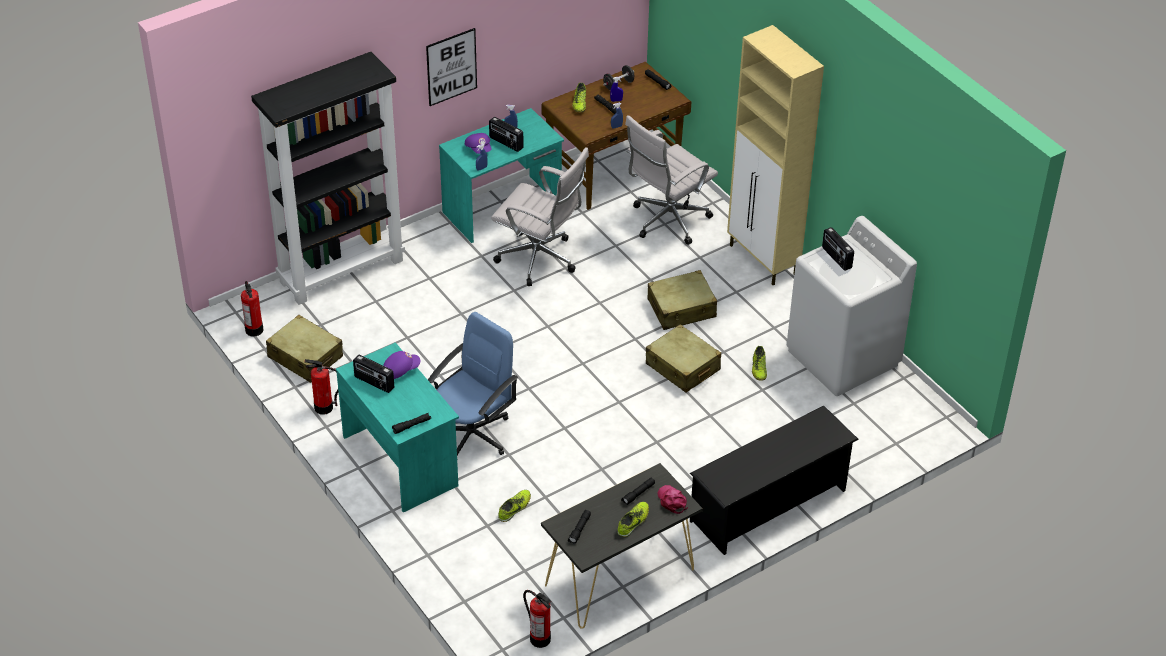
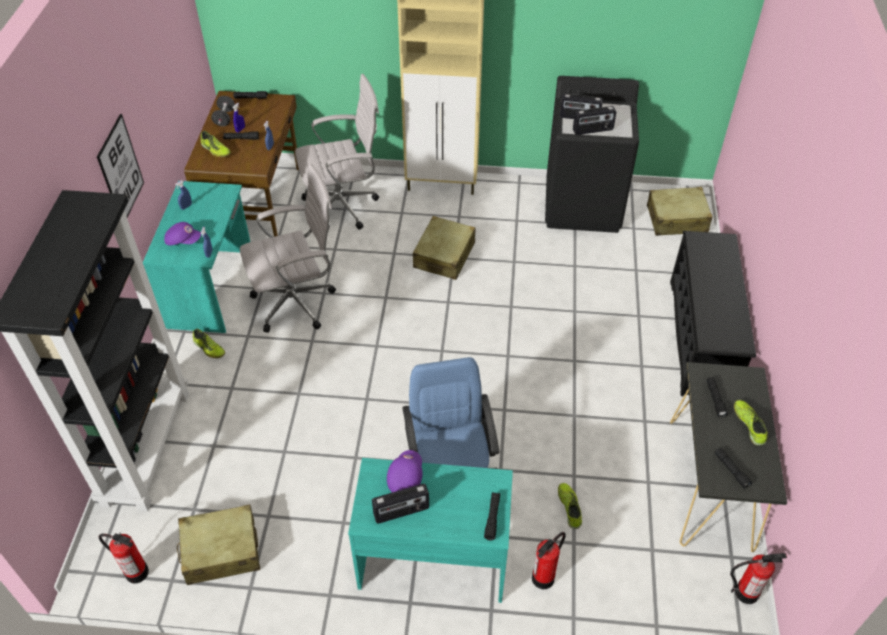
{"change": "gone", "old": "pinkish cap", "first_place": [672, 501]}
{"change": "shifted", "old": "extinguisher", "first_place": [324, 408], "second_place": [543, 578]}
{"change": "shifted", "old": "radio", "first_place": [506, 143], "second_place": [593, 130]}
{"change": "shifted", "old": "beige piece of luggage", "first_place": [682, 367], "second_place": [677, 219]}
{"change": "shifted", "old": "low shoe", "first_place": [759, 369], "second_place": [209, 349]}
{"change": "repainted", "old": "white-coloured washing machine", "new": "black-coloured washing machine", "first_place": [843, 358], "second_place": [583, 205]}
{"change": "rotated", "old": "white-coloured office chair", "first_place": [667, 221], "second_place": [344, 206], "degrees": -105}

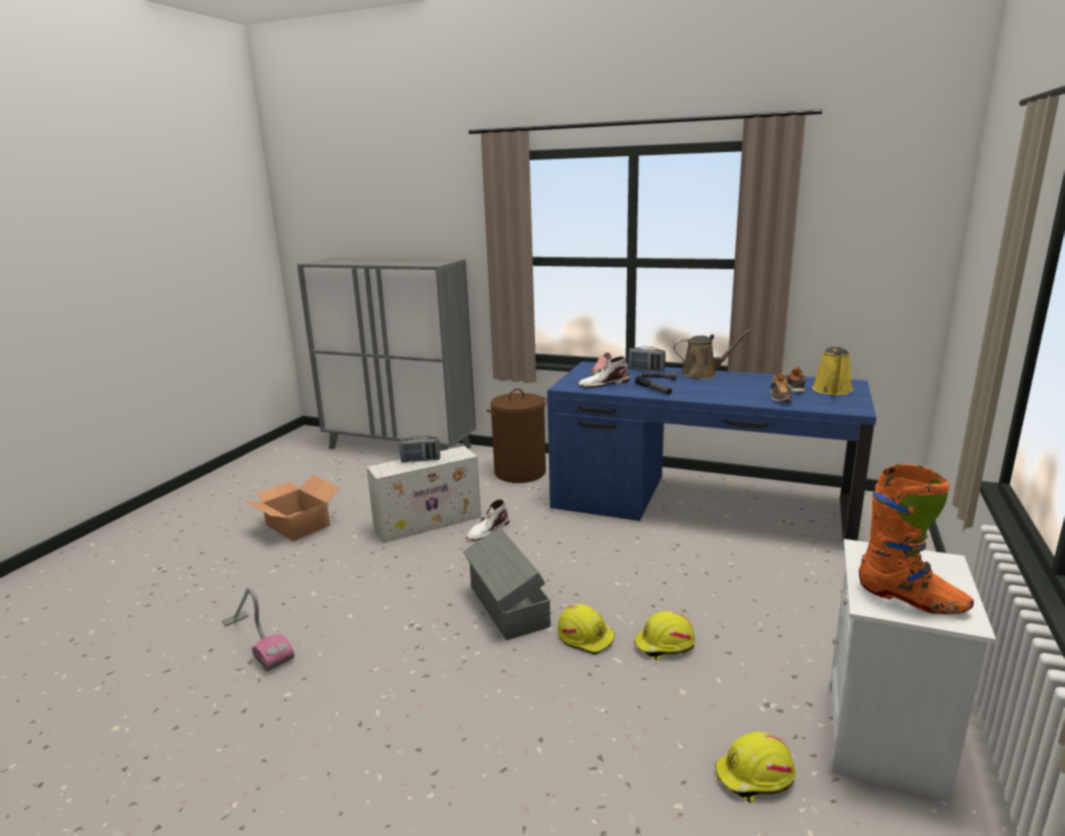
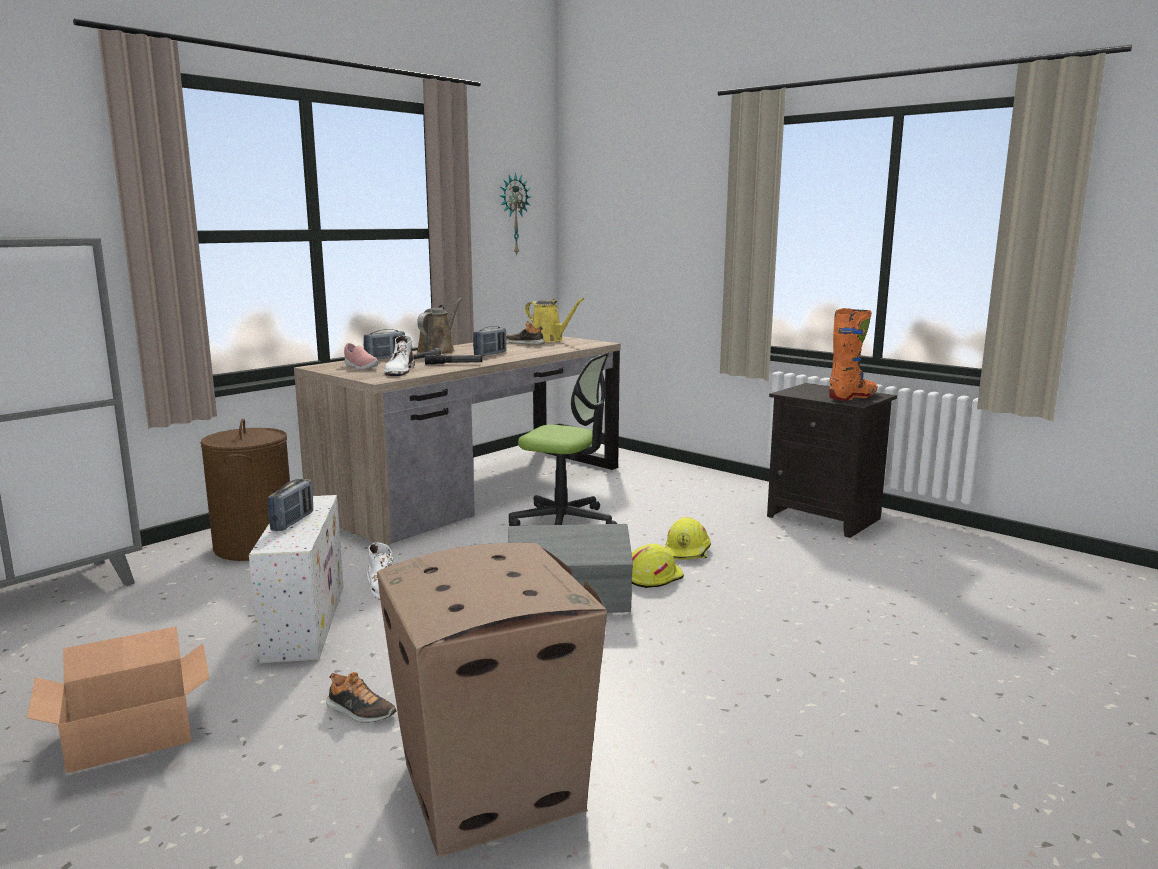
{"change": "gone", "old": "yellow-coloured safety helmet", "first_place": [755, 777]}
{"change": "new", "new": "radio", "second_place": [490, 354]}
{"change": "new", "new": "hanging clock", "second_place": [513, 214]}
{"change": "new", "new": "office chair", "second_place": [564, 523]}
{"change": "shifted", "old": "low shoe", "first_place": [779, 398], "second_place": [360, 712]}
{"change": "swapped", "old": "vacuum cleaner", "new": "carton", "first_place": [256, 641], "second_place": [491, 786]}
{"change": "repainted", "old": "blue desk table", "new": "brownish desk table", "first_place": [700, 505], "second_place": [475, 490]}
{"change": "repainted", "old": "white-coloured bedside table", "new": "black-coloured bedside table", "first_place": [886, 739], "second_place": [825, 517]}

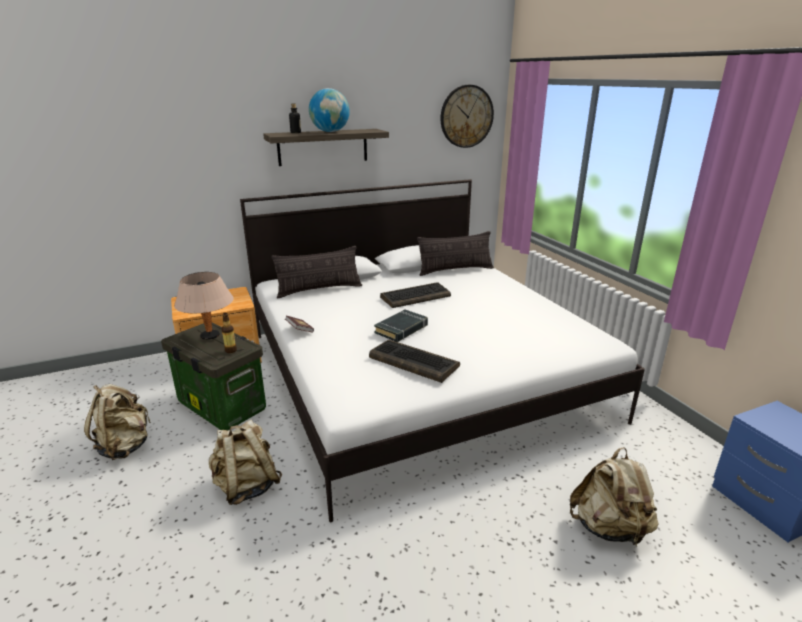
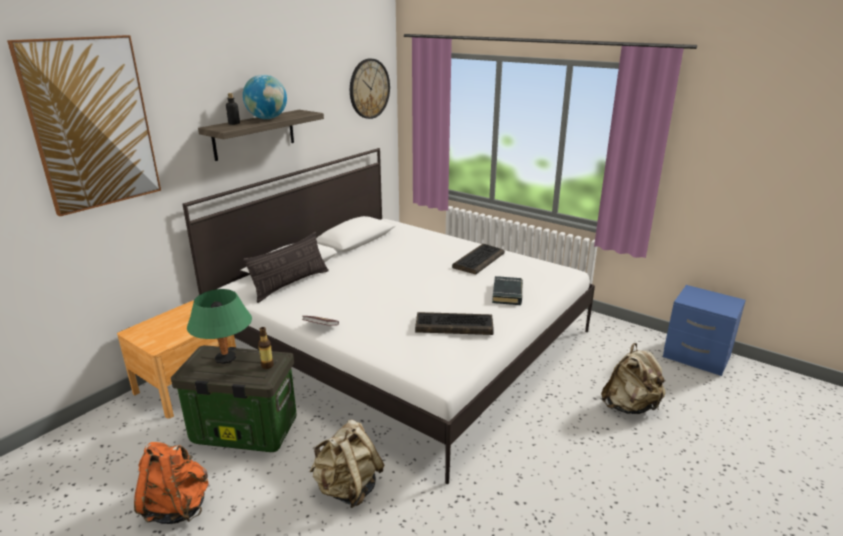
{"change": "gone", "old": "cushion", "first_place": [455, 270]}
{"change": "new", "new": "wall picture", "second_place": [92, 124]}
{"change": "shifted", "old": "black-coloured volume", "first_place": [401, 329], "second_place": [507, 294]}
{"change": "shifted", "old": "PC keyboard", "first_place": [416, 296], "second_place": [478, 260]}
{"change": "repainted", "old": "beige backpack", "new": "orangey backpack", "first_place": [125, 446], "second_place": [177, 506]}
{"change": "repainted", "old": "beige tabletop lamp", "new": "greenish tabletop lamp", "first_place": [210, 336], "second_place": [225, 358]}

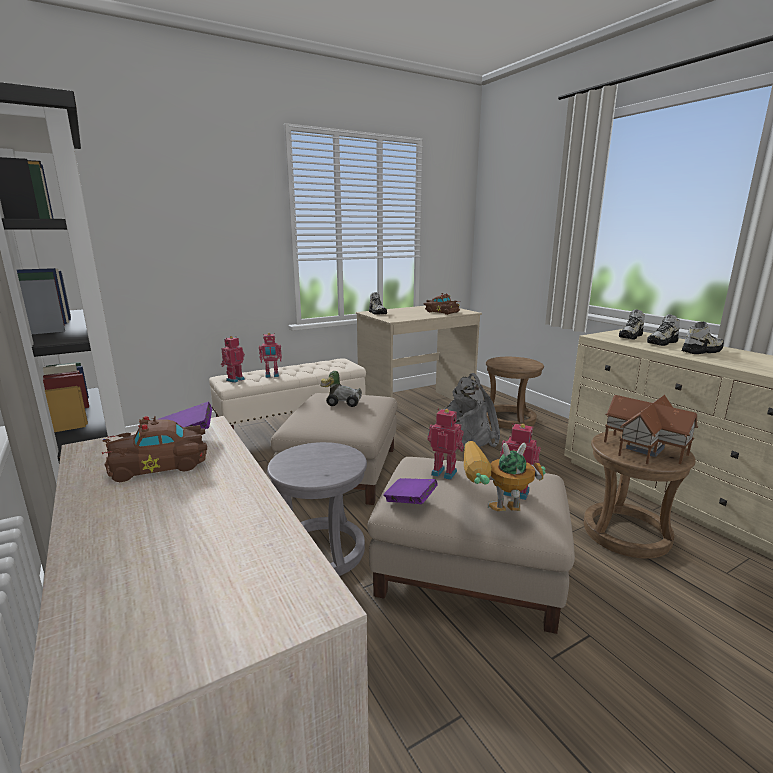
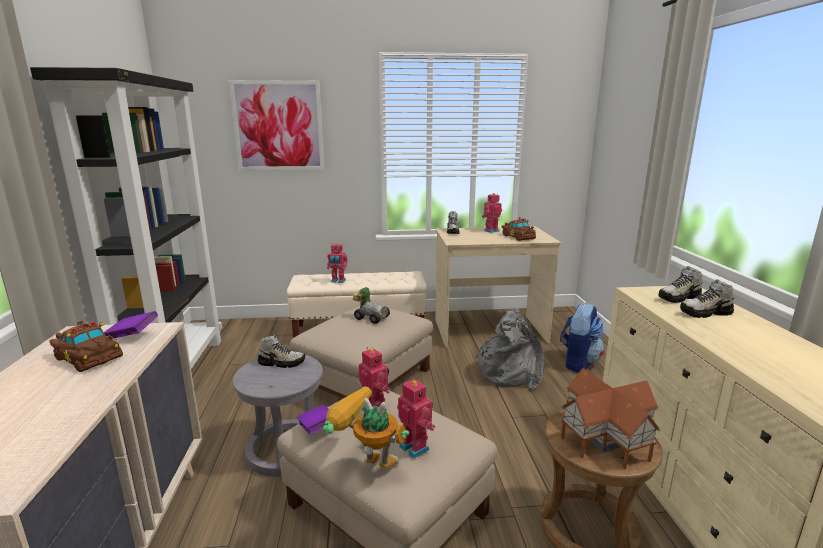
{"change": "new", "new": "wall picture", "second_place": [278, 126]}
{"change": "shifted", "old": "toy robot", "first_place": [234, 379], "second_place": [491, 231]}
{"change": "shifted", "old": "low shoe", "first_place": [701, 351], "second_place": [281, 363]}
{"change": "swapped", "old": "brownish stool", "new": "backpack", "first_place": [509, 419], "second_place": [578, 362]}
{"change": "rotated", "old": "brownish toy car", "first_place": [162, 465], "second_place": [88, 356], "degrees": -150}

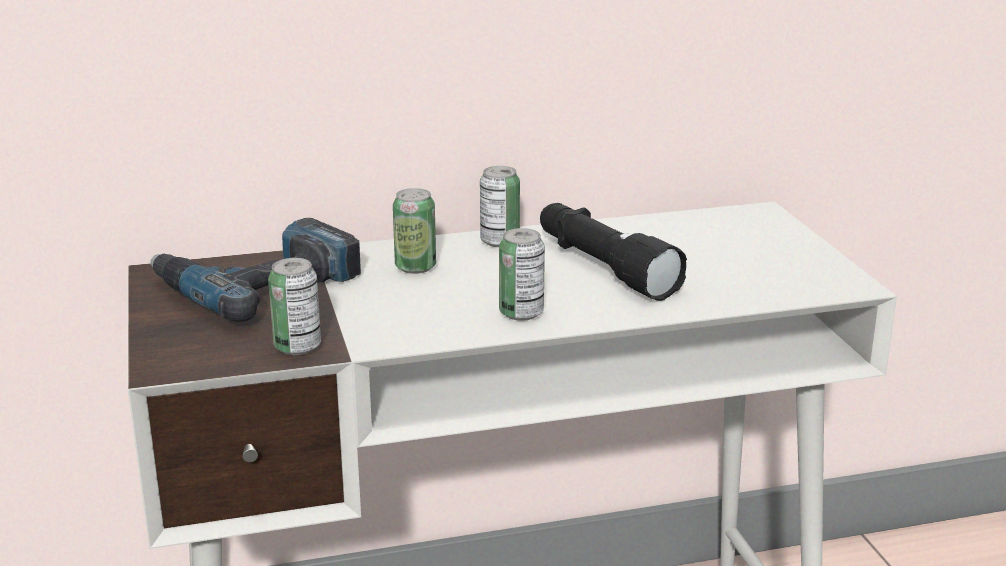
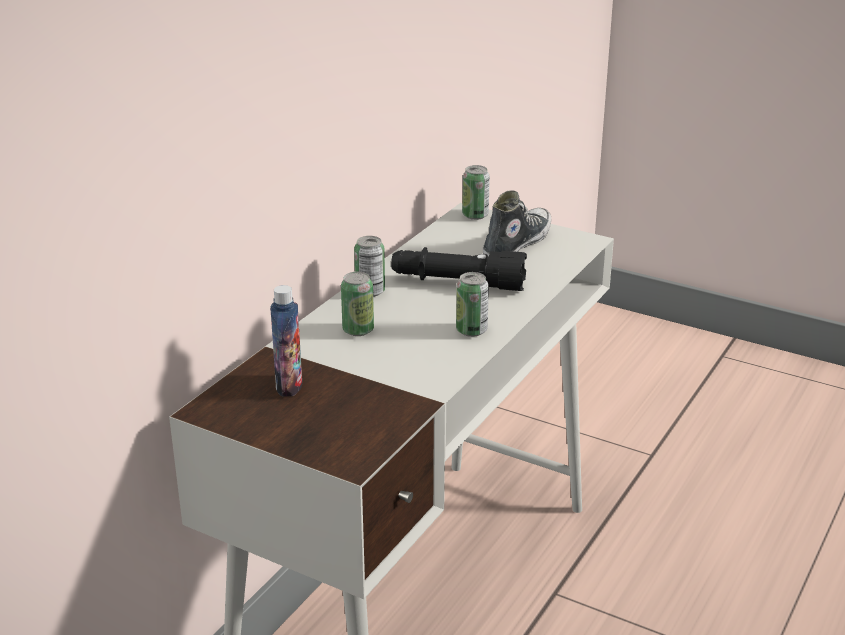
{"change": "new", "new": "low shoe", "second_place": [516, 245]}
{"change": "shifted", "old": "sealed can", "first_place": [297, 347], "second_place": [475, 215]}
{"change": "swapped", "old": "power drill", "new": "bottle", "first_place": [258, 284], "second_place": [289, 386]}

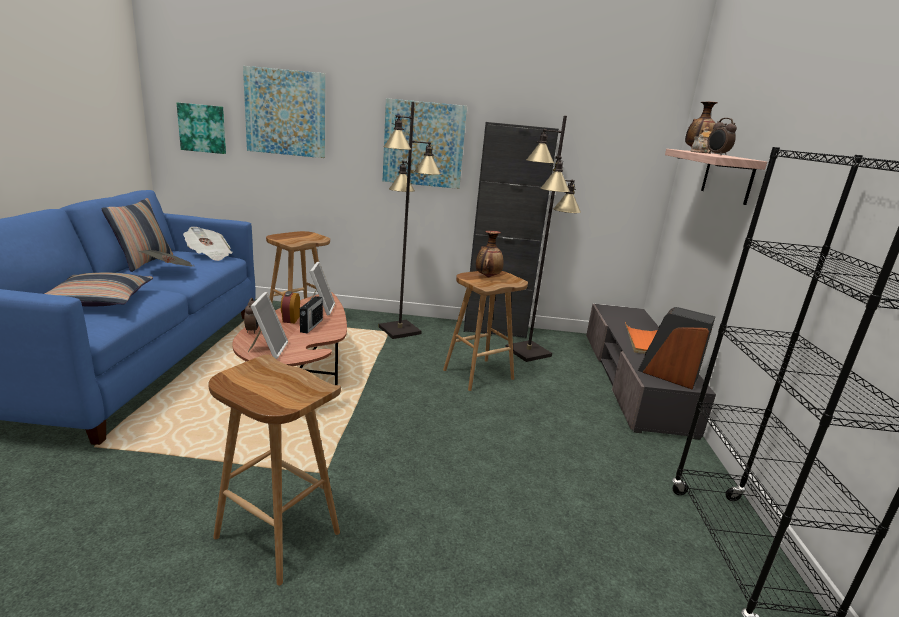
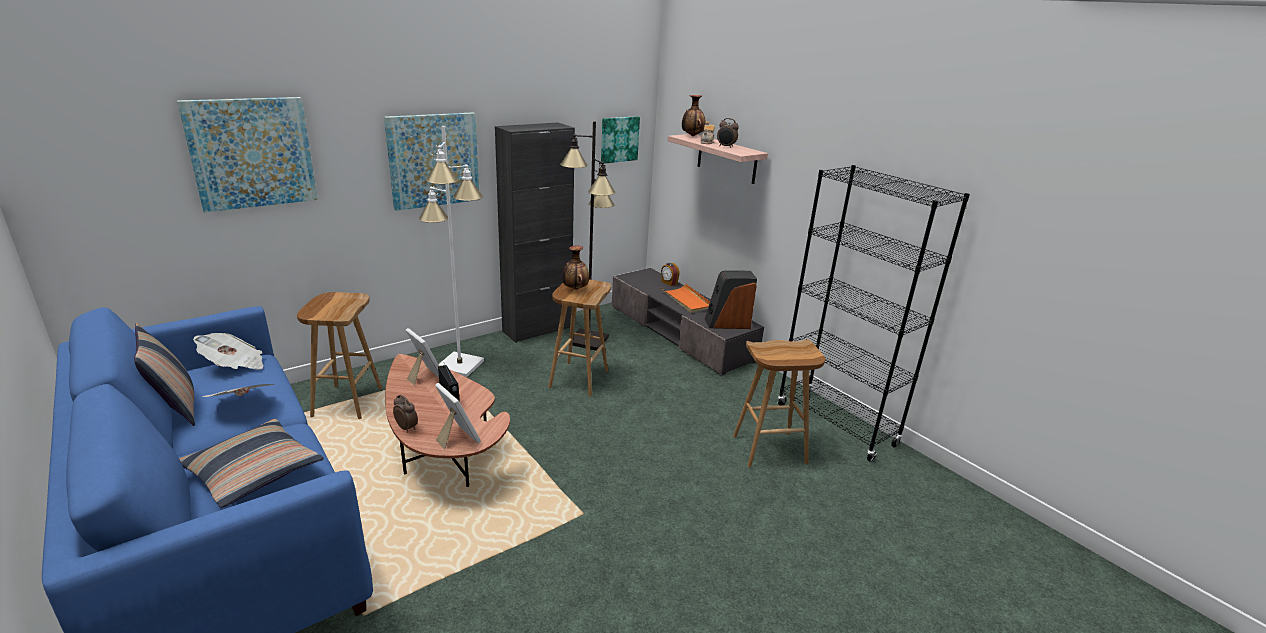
{"change": "shifted", "old": "wall picture", "first_place": [203, 128], "second_place": [619, 139]}
{"change": "shifted", "old": "brownish stool", "first_place": [275, 535], "second_place": [768, 450]}
{"change": "shifted", "old": "alarm clock", "first_place": [290, 319], "second_place": [669, 283]}
{"change": "repainted", "old": "black-coloured standard lamp", "new": "white-coloured standard lamp", "first_place": [399, 330], "second_place": [459, 366]}

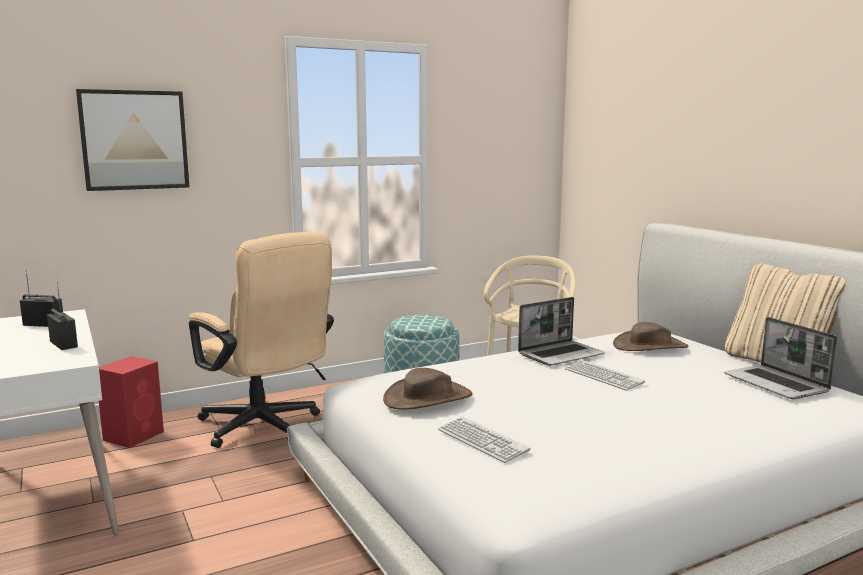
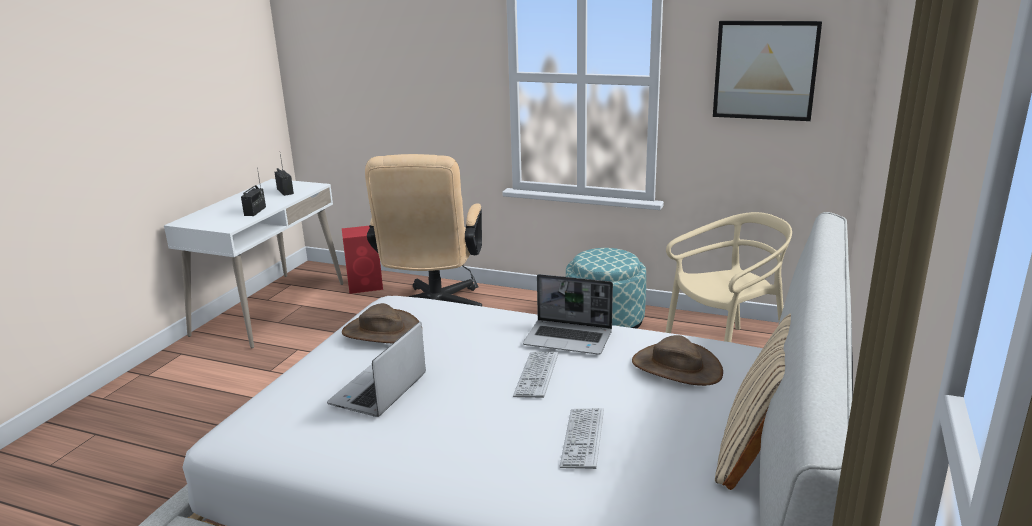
{"change": "shifted", "old": "wall picture", "first_place": [134, 140], "second_place": [765, 70]}
{"change": "shifted", "old": "PC keyboard", "first_place": [482, 441], "second_place": [582, 439]}
{"change": "shifted", "old": "portable computer", "first_place": [777, 384], "second_place": [379, 391]}

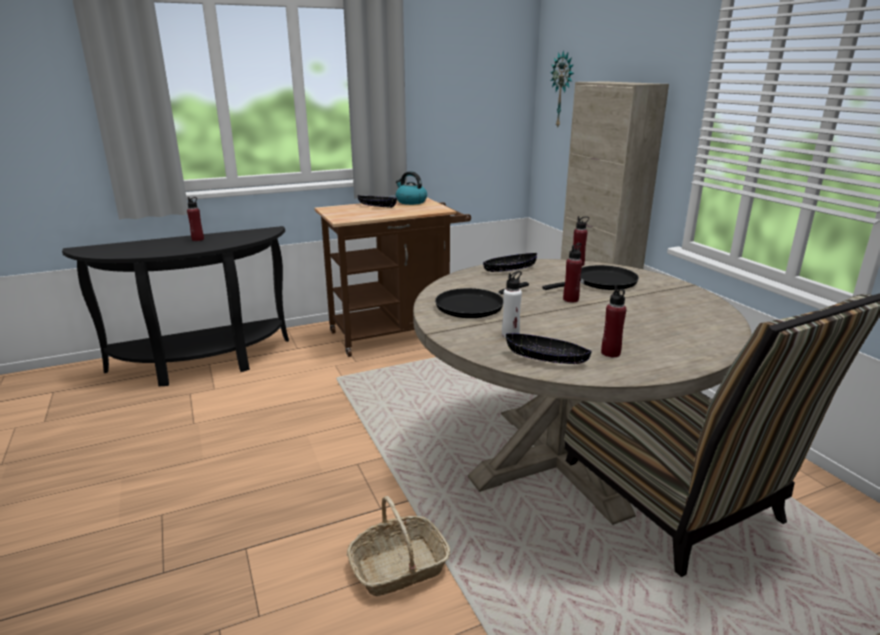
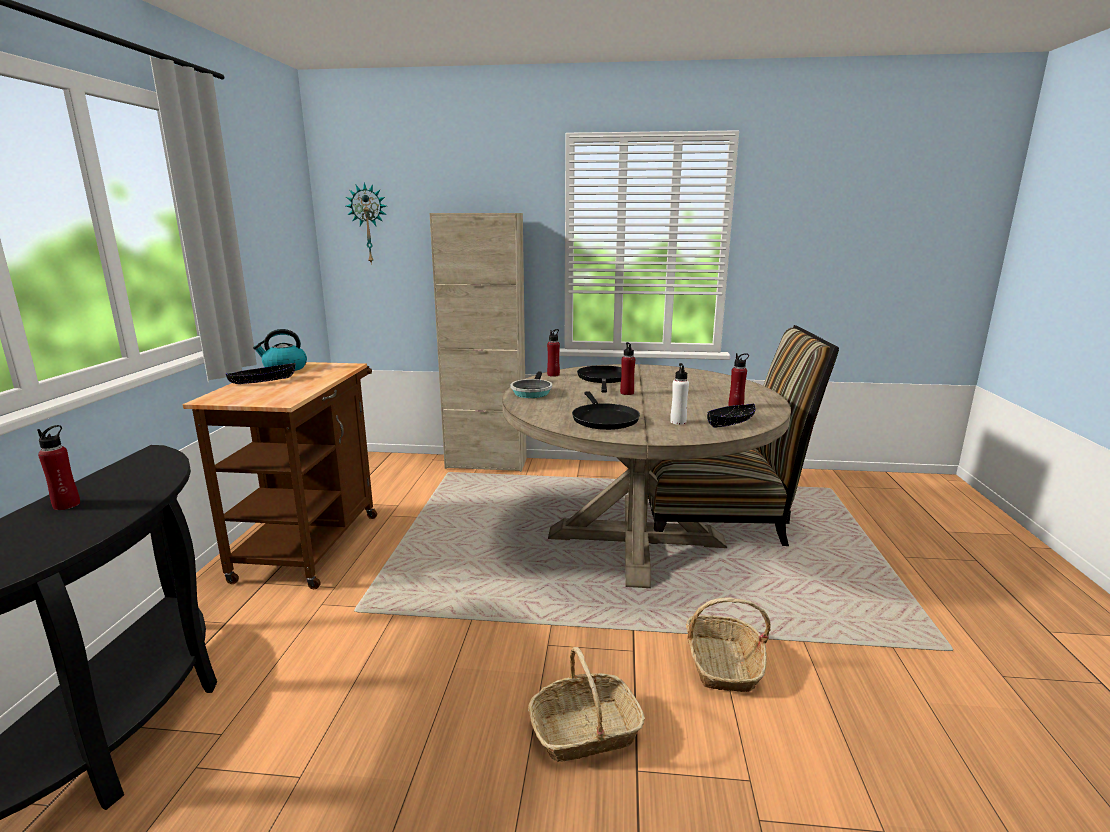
{"change": "new", "new": "basket", "second_place": [585, 731]}
{"change": "swapped", "old": "black-coloured serving bowl", "new": "pan", "first_place": [510, 269], "second_place": [531, 392]}

